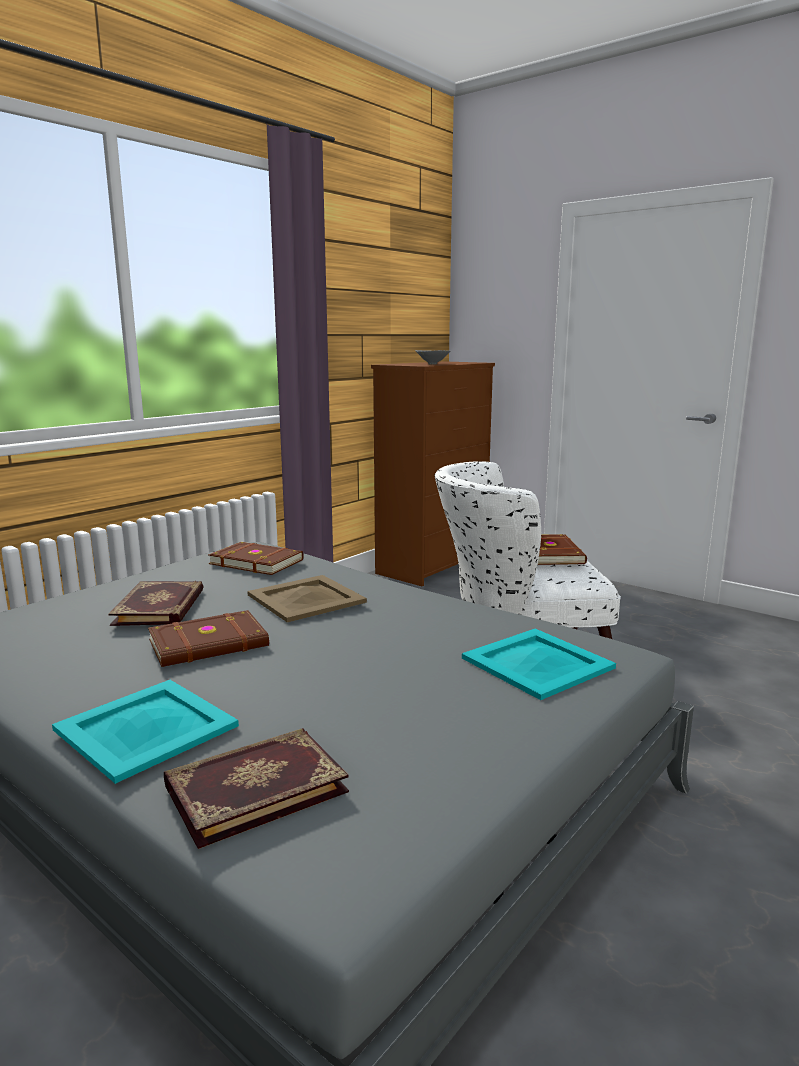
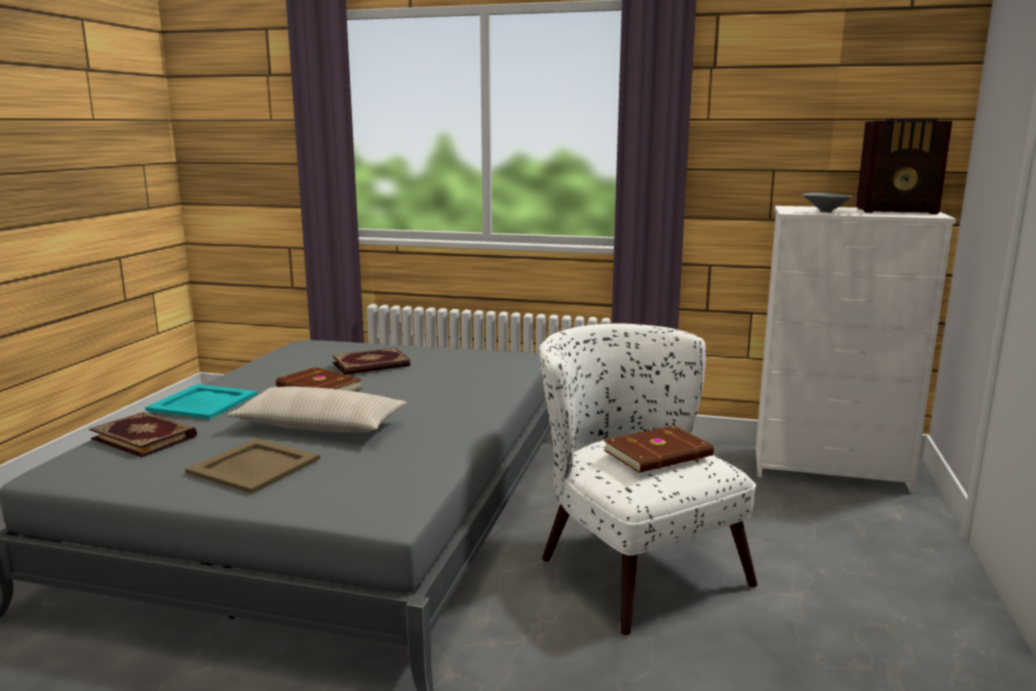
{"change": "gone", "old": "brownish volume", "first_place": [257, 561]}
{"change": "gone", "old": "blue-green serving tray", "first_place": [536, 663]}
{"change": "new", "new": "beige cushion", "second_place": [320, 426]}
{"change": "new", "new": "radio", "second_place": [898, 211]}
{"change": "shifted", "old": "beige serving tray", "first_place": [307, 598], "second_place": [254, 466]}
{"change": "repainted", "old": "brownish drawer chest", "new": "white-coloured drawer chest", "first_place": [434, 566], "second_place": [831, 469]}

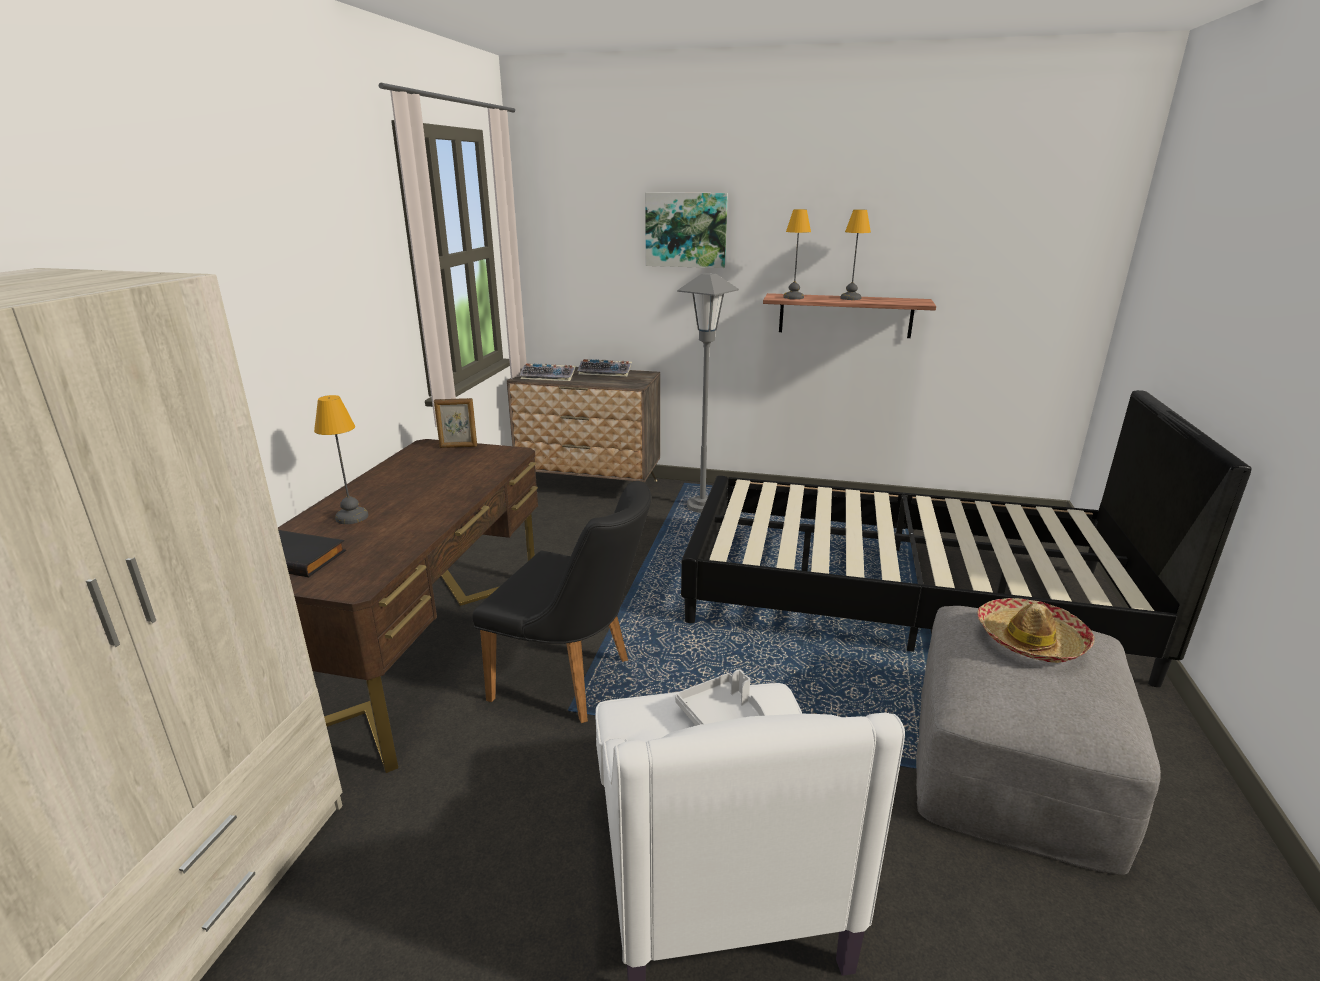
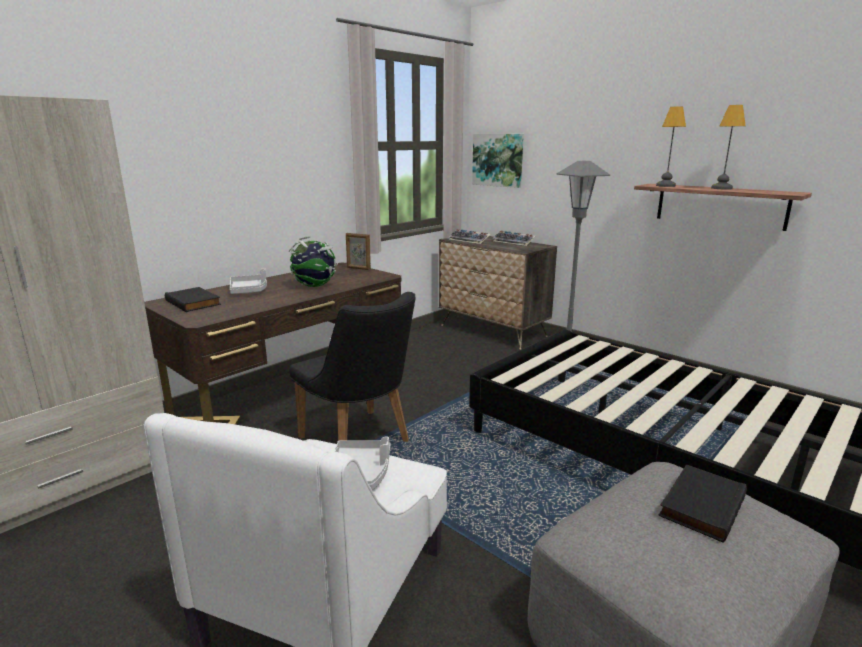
{"change": "new", "new": "globe", "second_place": [315, 286]}
{"change": "shifted", "old": "wall picture", "first_place": [686, 230], "second_place": [498, 160]}
{"change": "swapped", "old": "tabletop lamp", "new": "gray serving tray", "first_place": [353, 517], "second_place": [249, 291]}
{"change": "swapped", "old": "wearable hat", "new": "black-coloured volume", "first_place": [1030, 640], "second_place": [700, 505]}

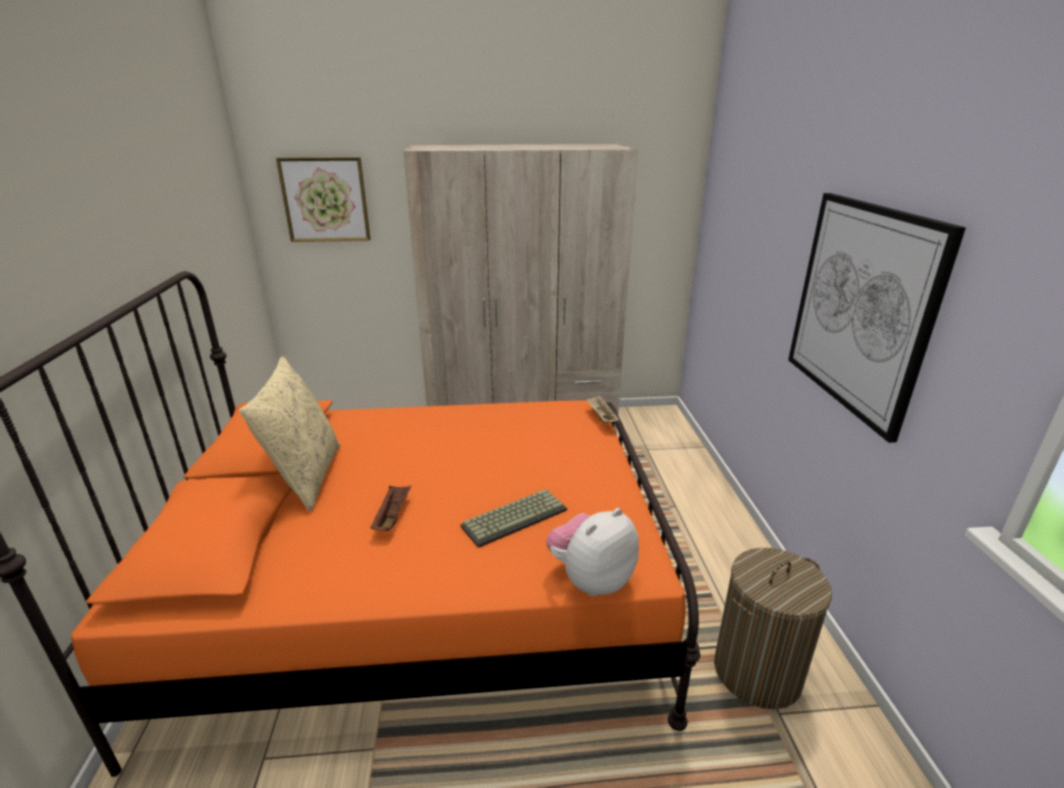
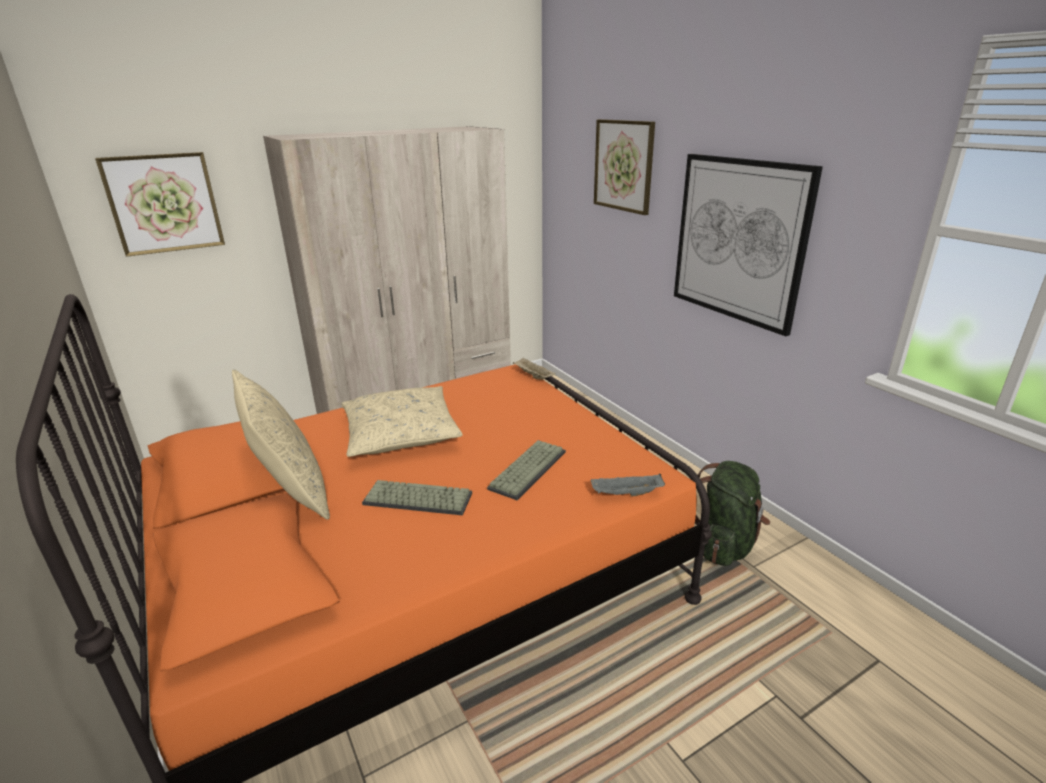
{"change": "new", "new": "beige cushion", "second_place": [401, 433]}
{"change": "new", "new": "wall picture", "second_place": [623, 166]}
{"change": "swapped", "old": "brownish serving tray", "new": "PC keyboard", "first_place": [392, 516], "second_place": [416, 500]}
{"change": "swapped", "old": "plush toy", "new": "gray serving tray", "first_place": [591, 579], "second_place": [626, 494]}
{"change": "swapped", "old": "washing basket", "new": "greenish backpack", "first_place": [757, 671], "second_place": [723, 544]}

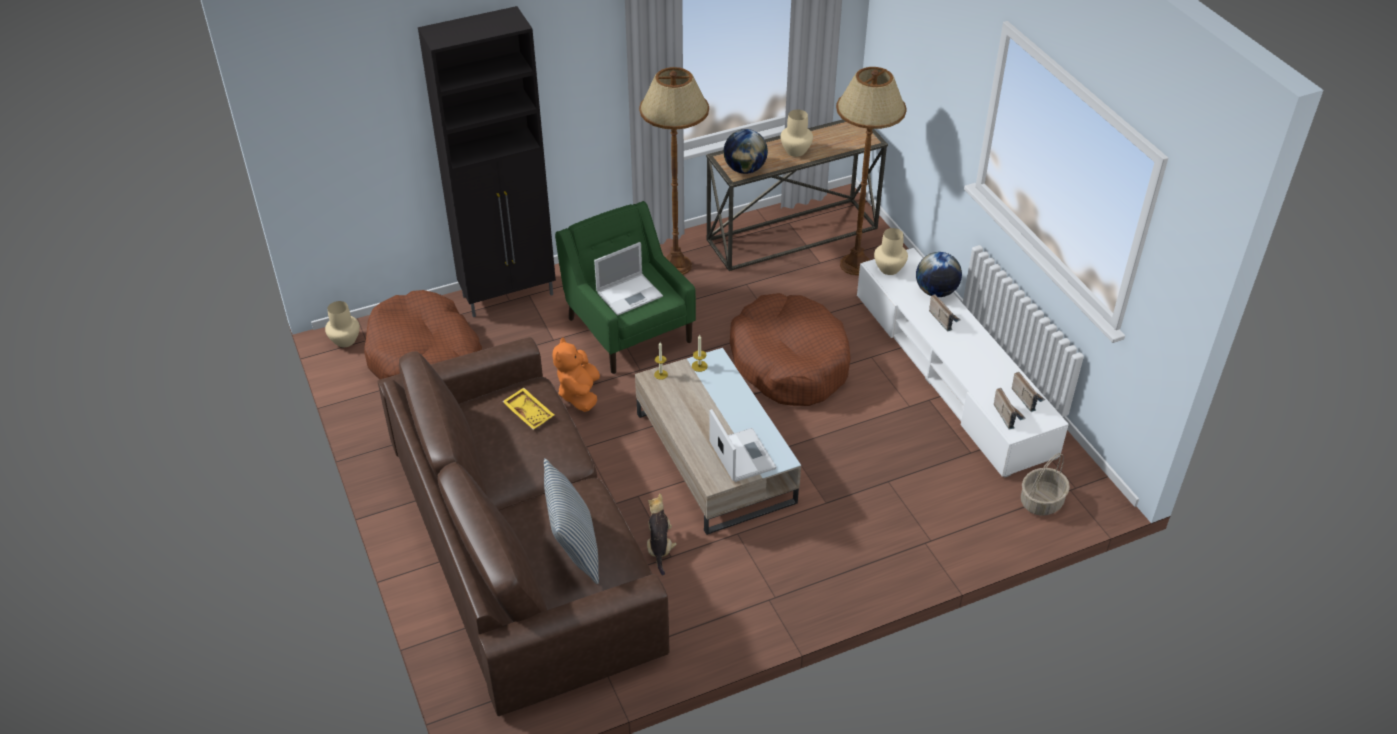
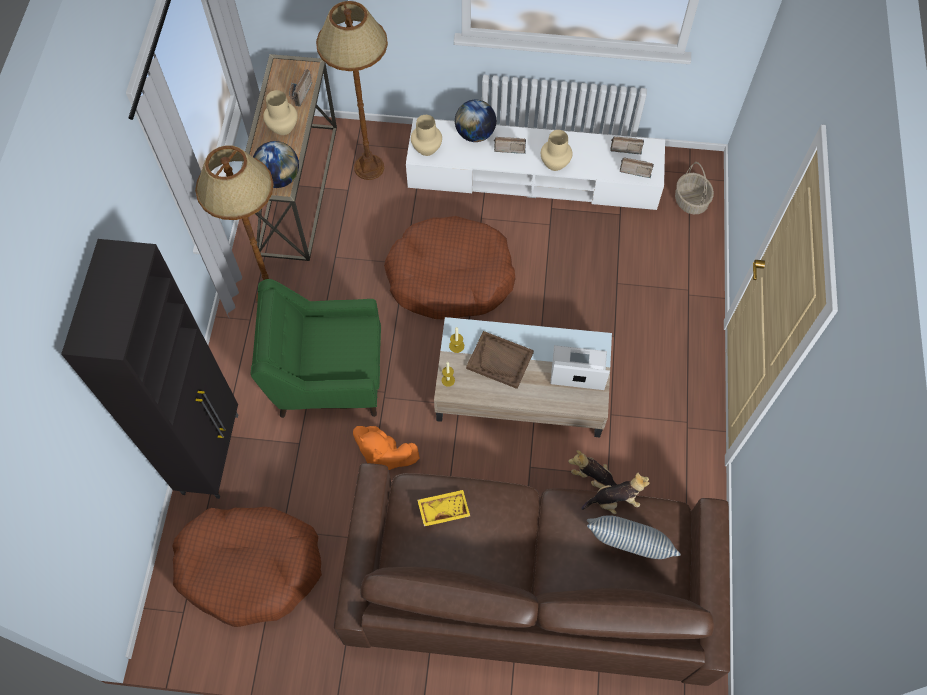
{"change": "gone", "old": "portable computer", "first_place": [630, 294]}
{"change": "new", "new": "radio", "second_place": [299, 94]}
{"change": "new", "new": "brownish serving tray", "second_place": [500, 360]}
{"change": "new", "new": "plush toy", "second_place": [615, 501]}
{"change": "shifted", "old": "beige flower vase", "first_place": [345, 341], "second_place": [555, 163]}

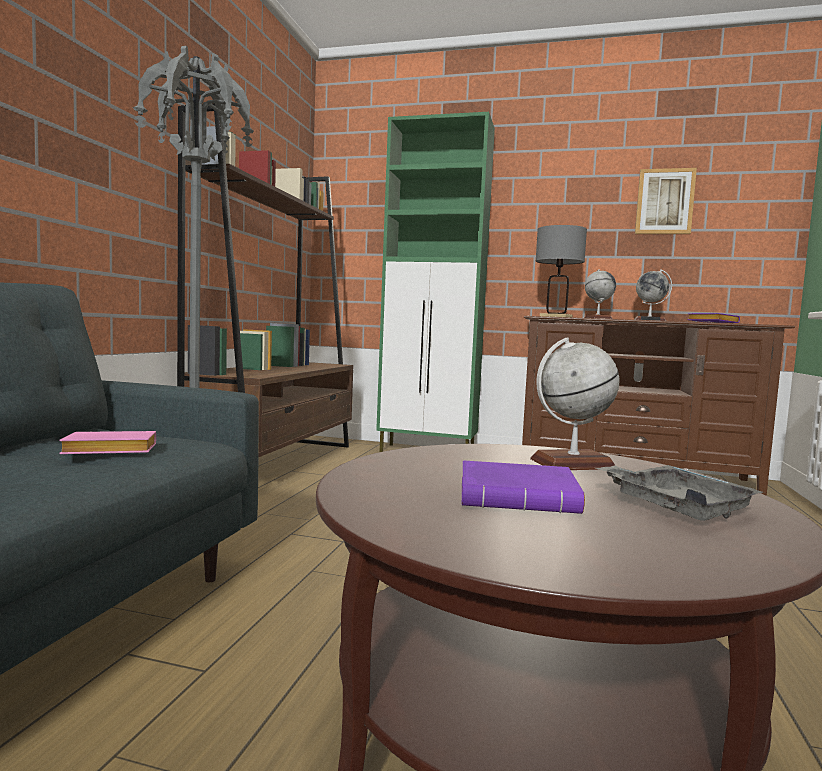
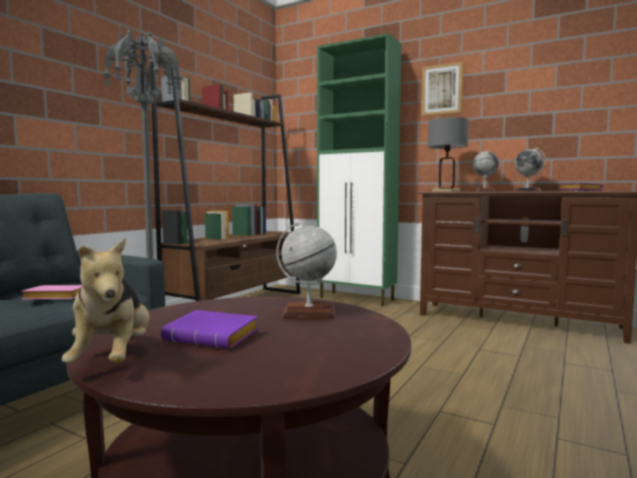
{"change": "gone", "old": "gray serving tray", "first_place": [675, 506]}
{"change": "new", "new": "plush toy", "second_place": [113, 359]}
{"change": "shifted", "old": "wall picture", "first_place": [664, 202], "second_place": [442, 90]}

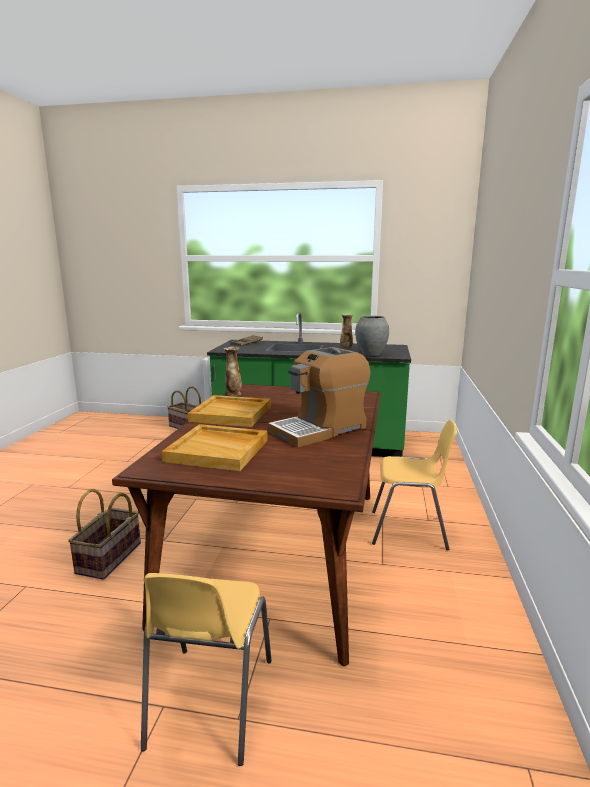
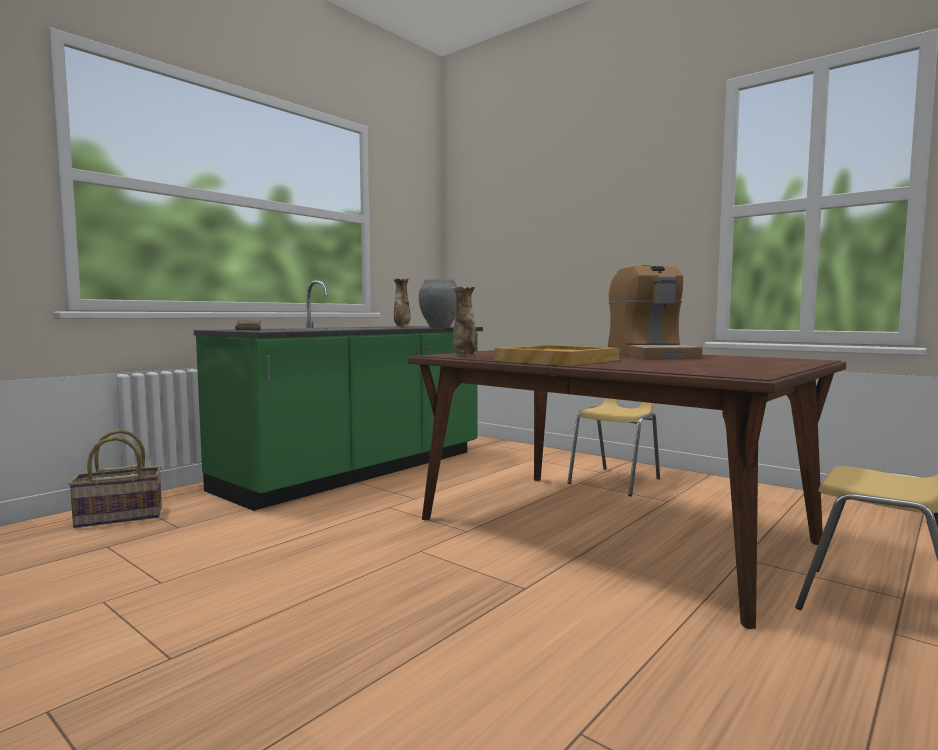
{"change": "gone", "old": "basket", "first_place": [110, 558]}
{"change": "gone", "old": "beige serving tray", "first_place": [219, 450]}

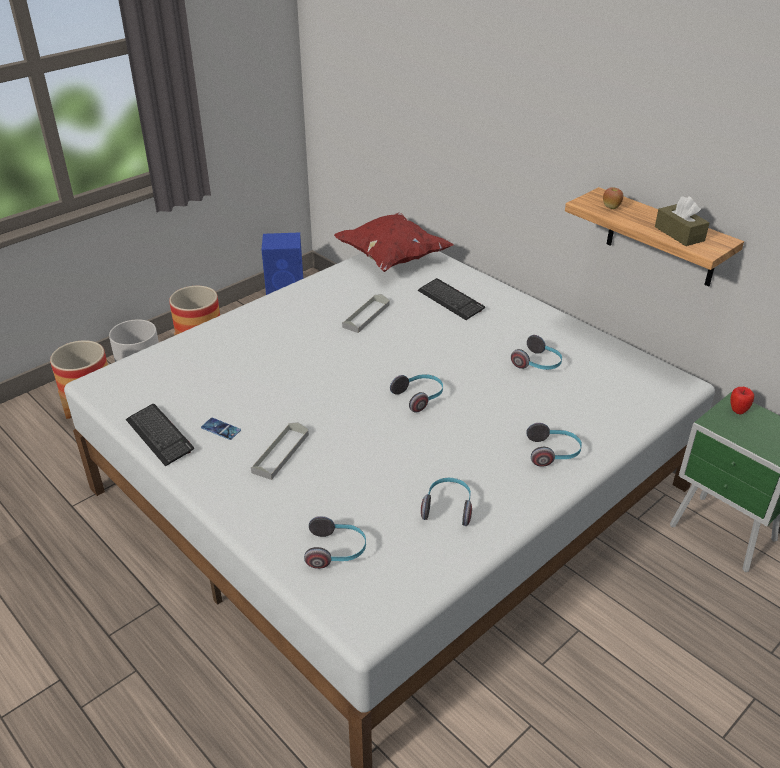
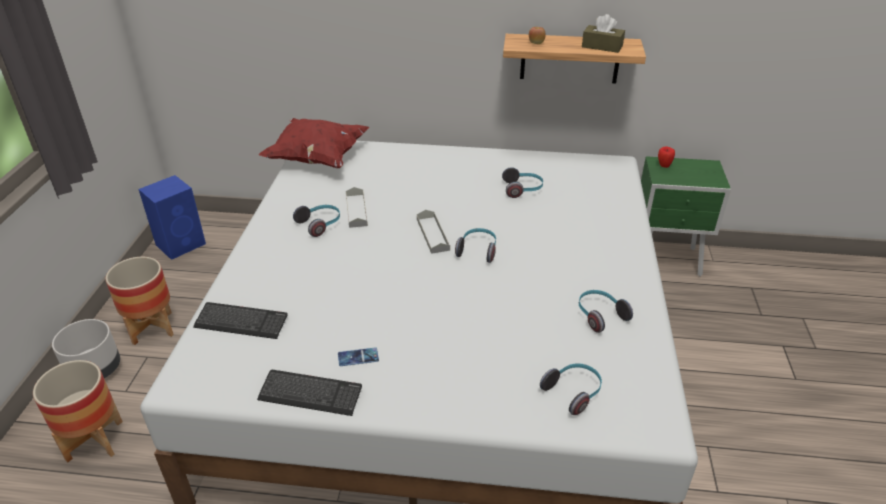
{"change": "shifted", "old": "gray serving tray", "first_place": [280, 453], "second_place": [432, 234]}
{"change": "shifted", "old": "PC keyboard", "first_place": [450, 300], "second_place": [241, 322]}
{"change": "shifted", "old": "headset", "first_place": [553, 453], "second_place": [320, 224]}

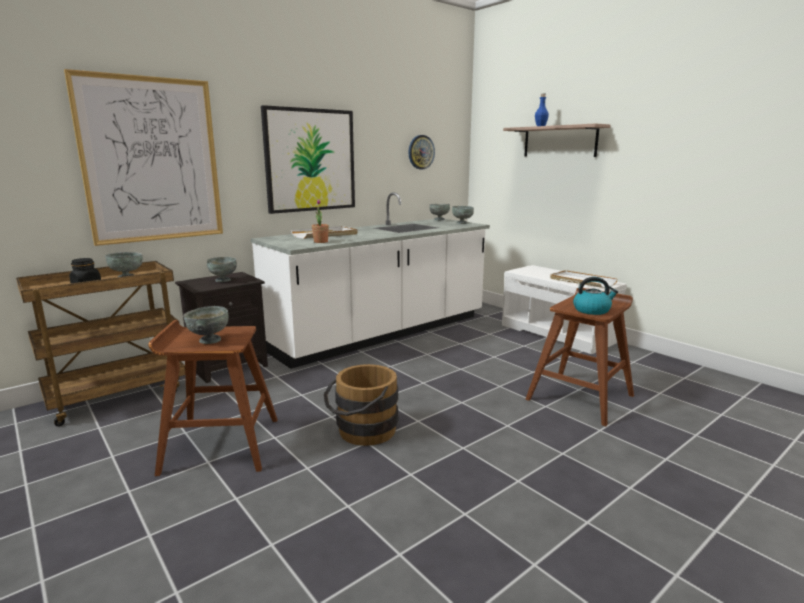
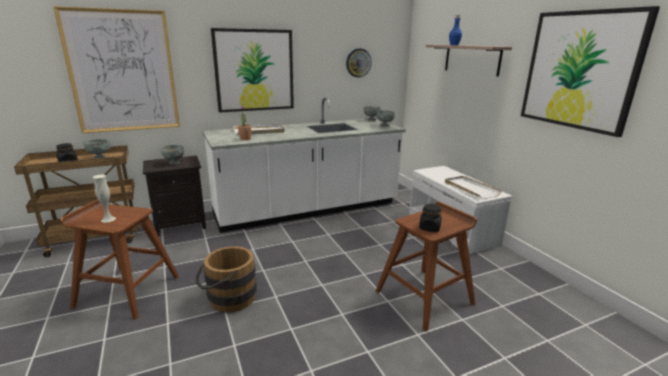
{"change": "new", "new": "wall picture", "second_place": [580, 70]}
{"change": "swapped", "old": "gray serving bowl", "new": "white-coloured flower vase", "first_place": [209, 340], "second_place": [108, 219]}
{"change": "swapped", "old": "tea kettle", "new": "black-coloured storage jar", "first_place": [592, 310], "second_place": [429, 228]}

